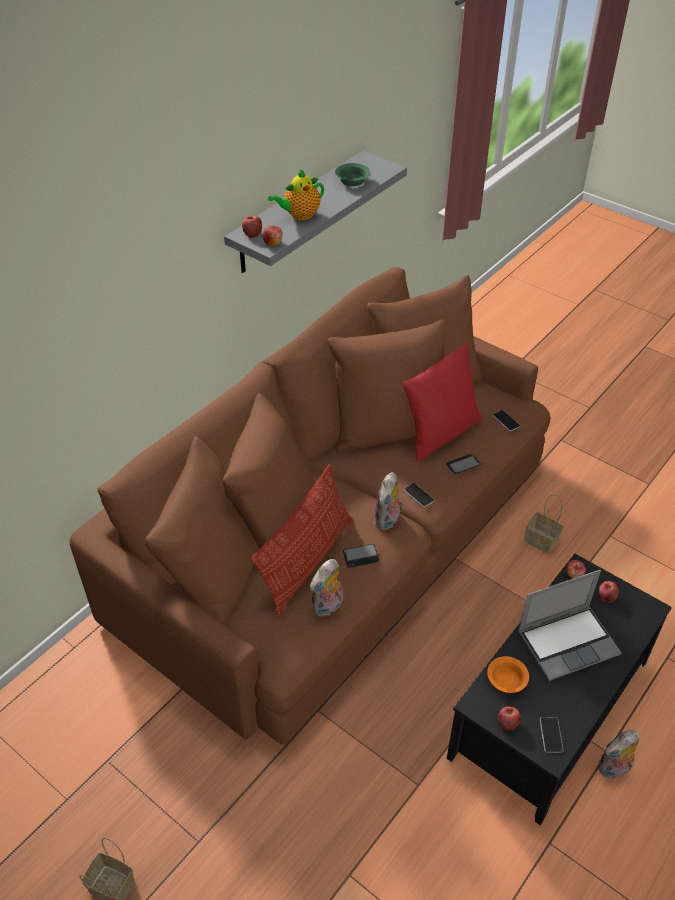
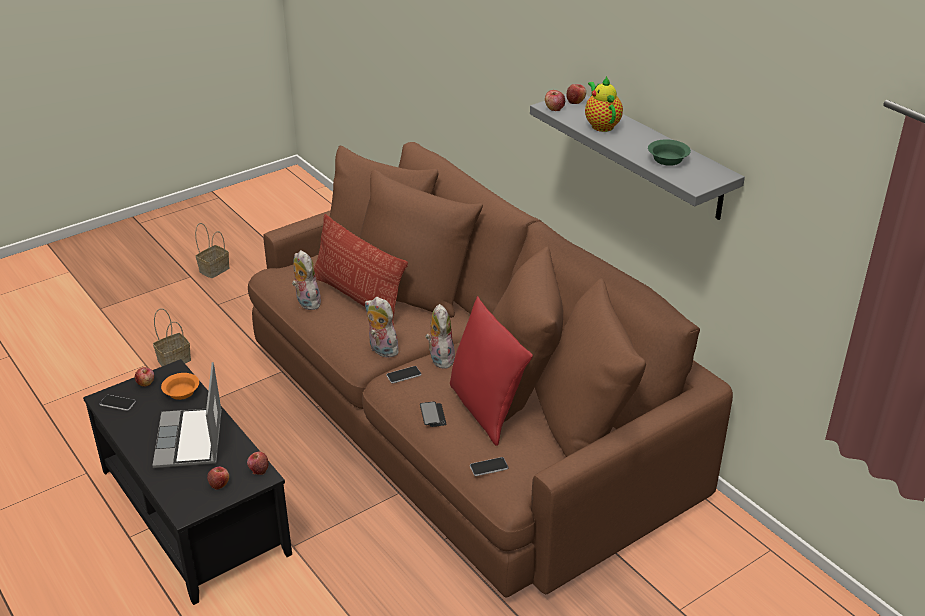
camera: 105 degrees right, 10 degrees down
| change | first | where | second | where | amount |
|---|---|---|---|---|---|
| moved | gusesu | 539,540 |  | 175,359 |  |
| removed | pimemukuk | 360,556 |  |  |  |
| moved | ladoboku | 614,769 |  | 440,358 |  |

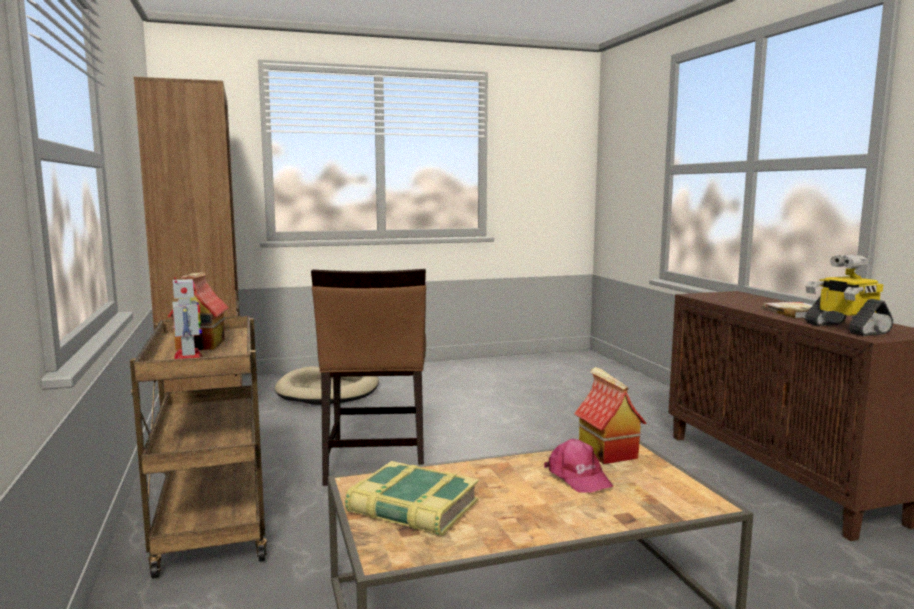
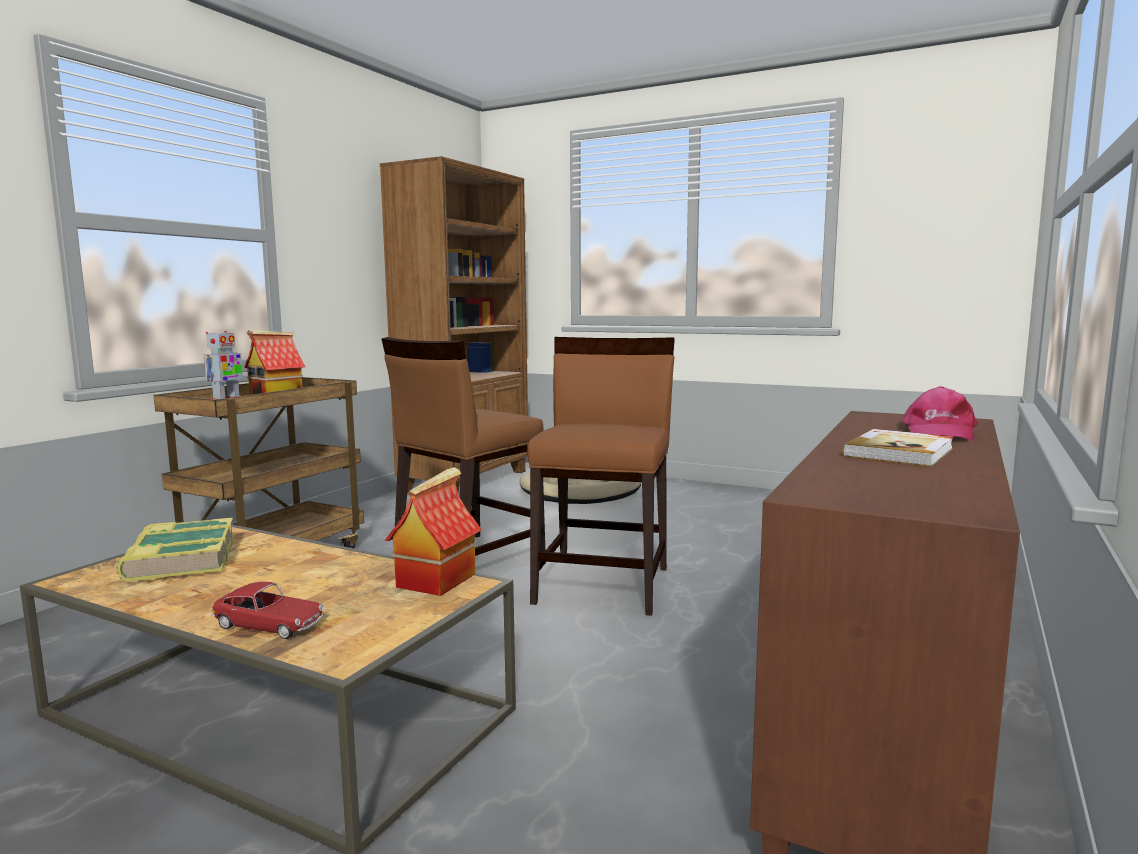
camera: 45 degrees right, 0 degrees up
| change | first | where | second | where | amount |
|---|---|---|---|---|---|
| removed | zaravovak | 845,328 |  |  |  |
| moved | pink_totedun | 578,477 |  | 938,432 |  |
| added |  |  | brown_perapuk | 604,584 |  |
| added |  |  | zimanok | 269,625 |  |

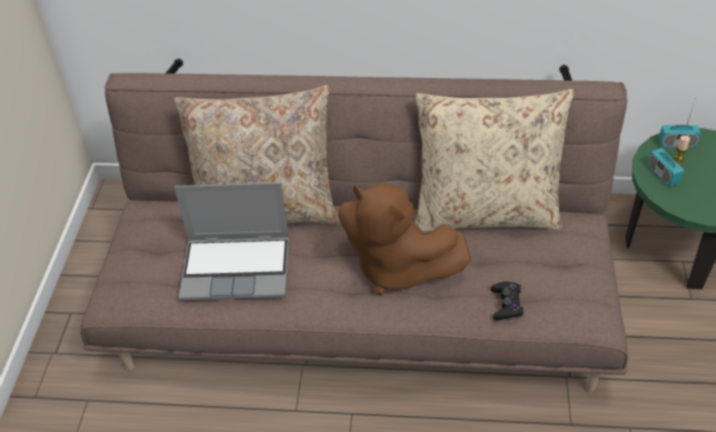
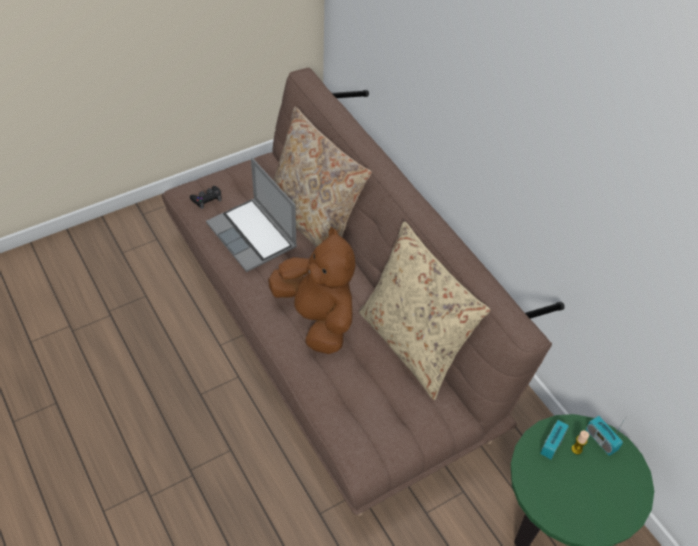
camera: 50 degrees right, 5 degrees up
| change | first | where | second | where | amount |
|---|---|---|---|---|---|
| turned | brown_ladoboku | 396,268 |  | 317,318 | 150 degrees clockwise |
| moved | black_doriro | 507,304 |  | 207,199 |  |

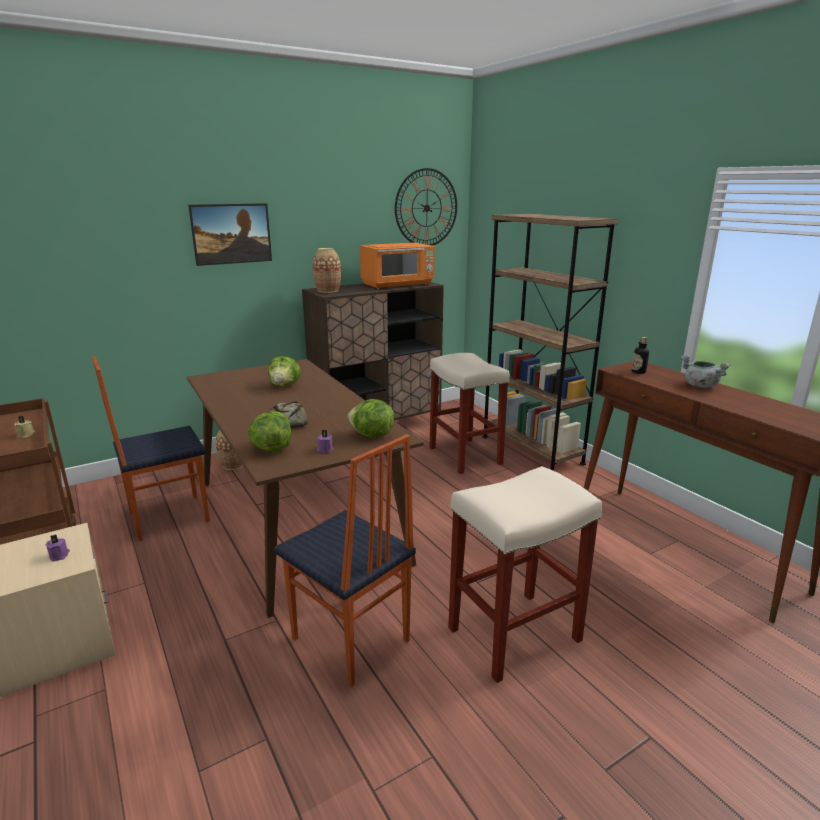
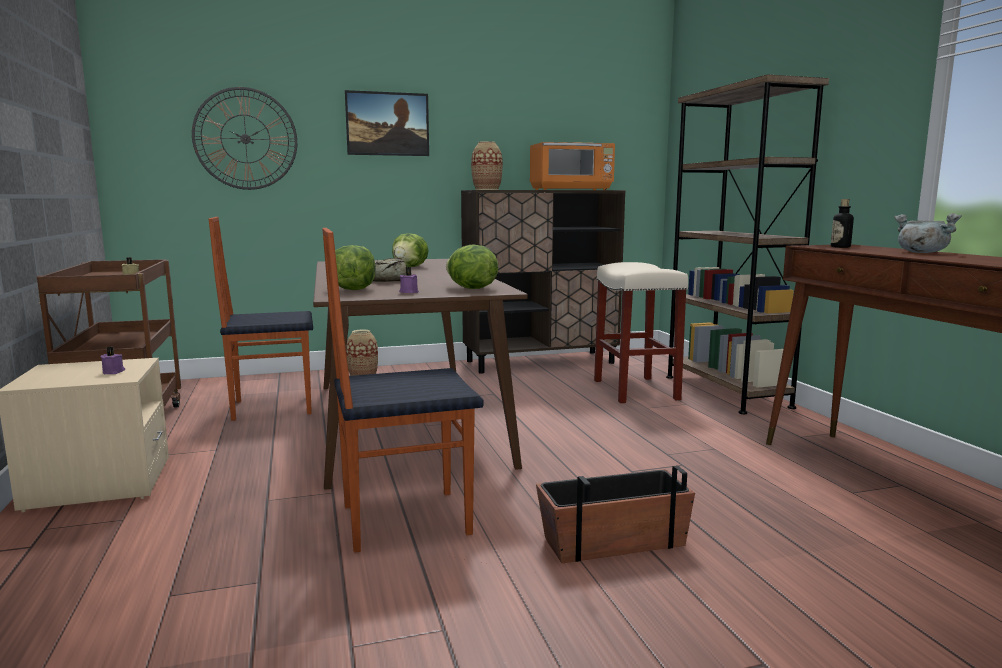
camera: 15 degrees right, 10 degrees down
| change | first | where | second | where | amount |
|---|---|---|---|---|---|
| moved | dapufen | 426,208 |  | 245,139 |  |
| turned | perapuk | 350,641 |  | 404,519 | 105 degrees clockwise |
| replaced | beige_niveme | 513,635 | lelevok | 613,541 |  |

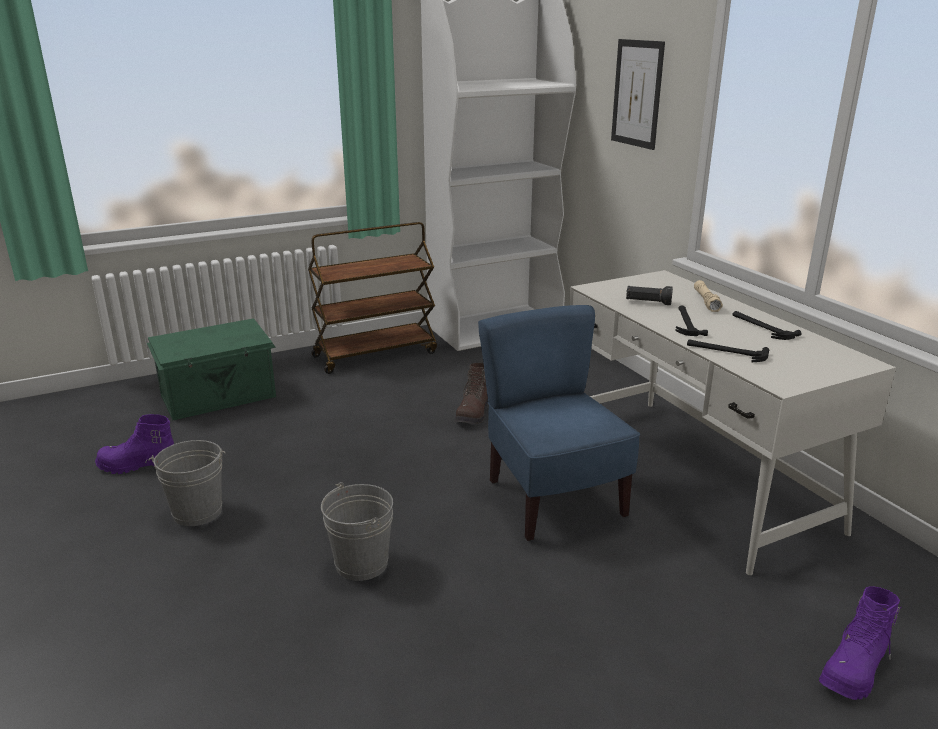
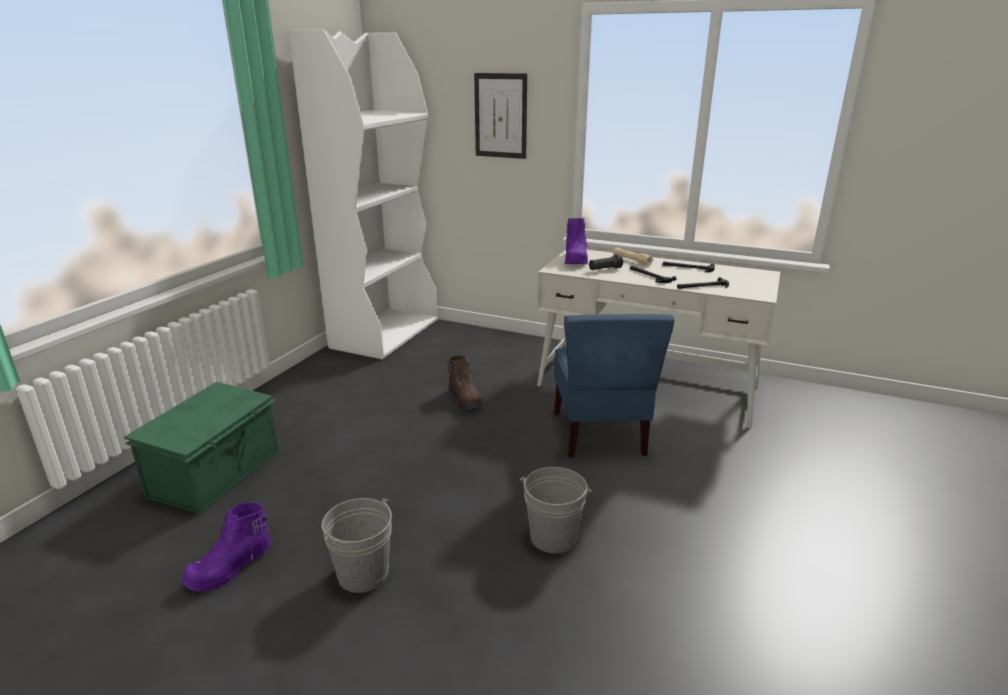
camera: 40 degrees left, 0 degrees up
| change | first | where | second | where | amount |
|---|---|---|---|---|---|
| removed | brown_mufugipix | 375,354 |  |  |  |
| turned | blue_perapuk | 553,499 |  | 600,434 | 120 degrees counterclockwise |
| moved | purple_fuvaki | 855,669 |  | 575,259 |  |

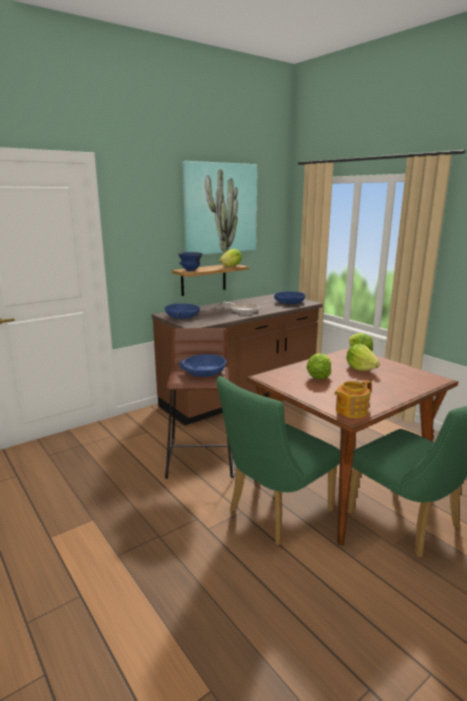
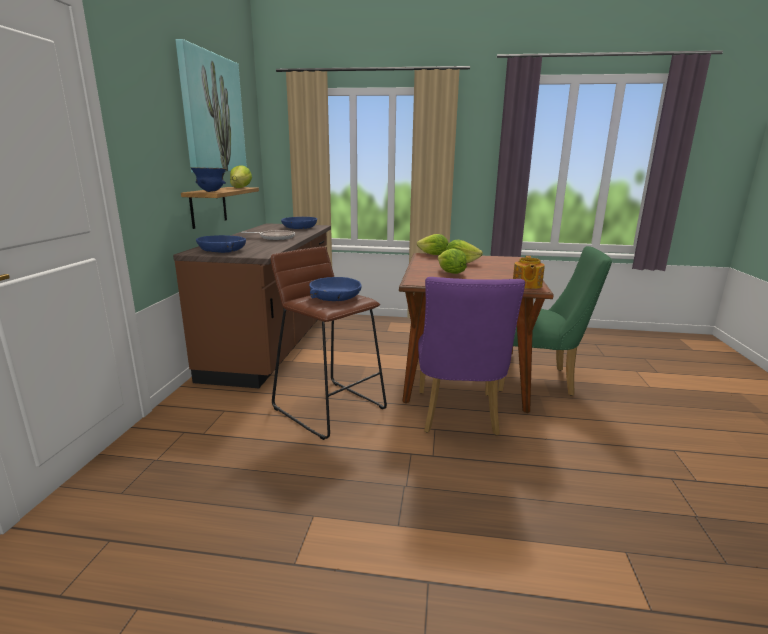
camera: 45 degrees left, 0 degrees up
| change | first | where | second | where | amount |
|---|---|---|---|---|---|
| recoloured | green_perapuk | 274,513 | purple_perapuk | 458,416 |  |

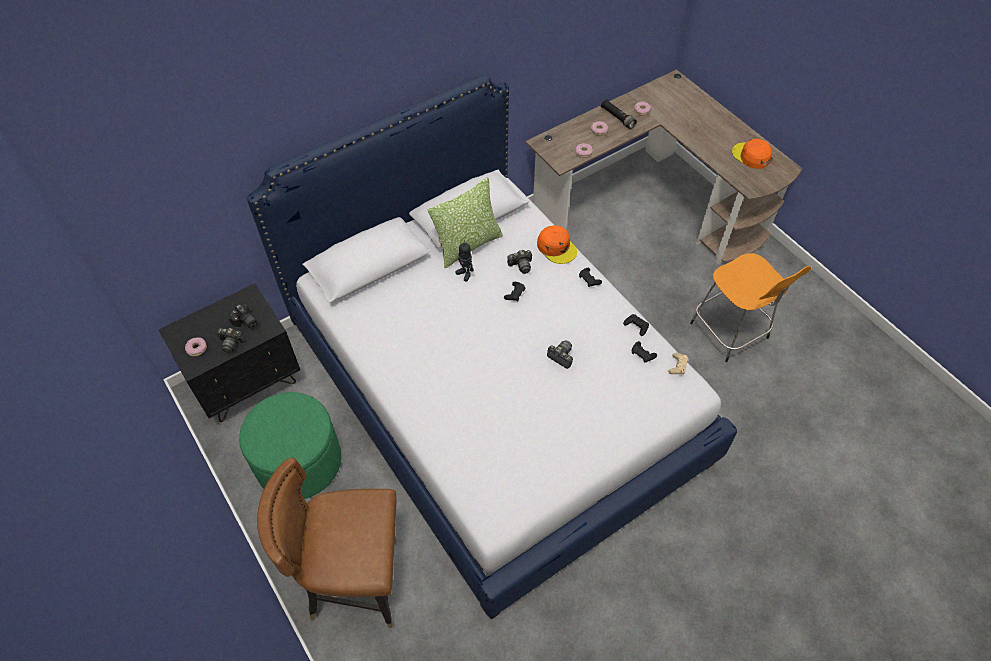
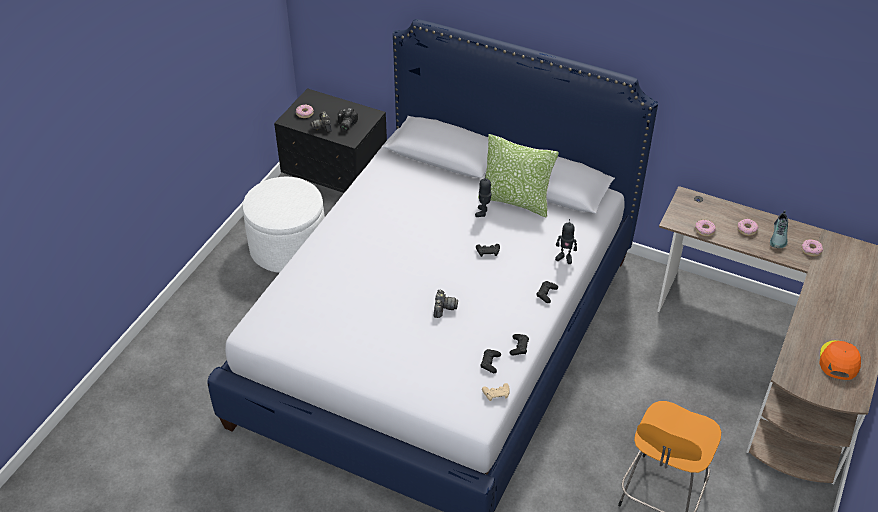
camera: 60 degrees right, 10 degrees down
| change | first | where | second | where | amount |
|---|---|---|---|---|---|
| replaced | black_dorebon | 617,118 | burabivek | 779,236 |  |
| replaced | orange_totedun | 557,247 | zaravovak | 565,257 |  |
| removed | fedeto | 521,265 |  |  |  |
| recoloured | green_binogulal | 299,462 | white_binogulal | 288,247 |  |
| removed | brown_perapuk | 357,583 |  |  |  |

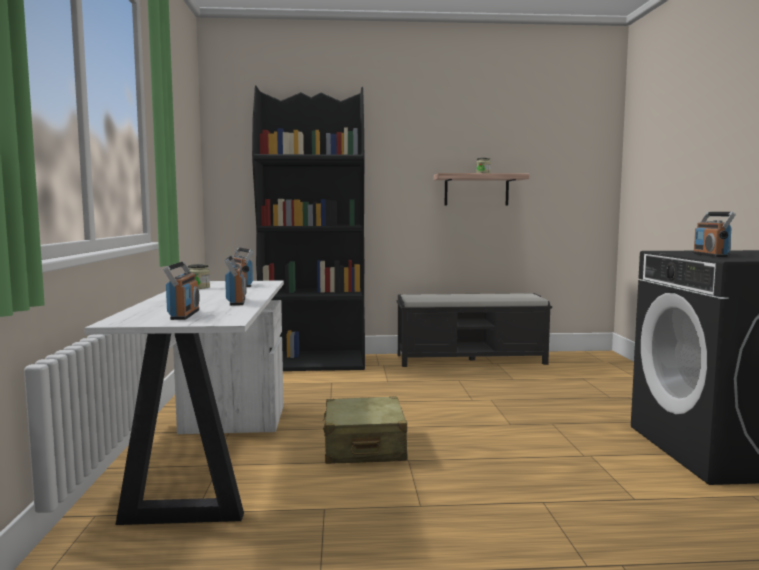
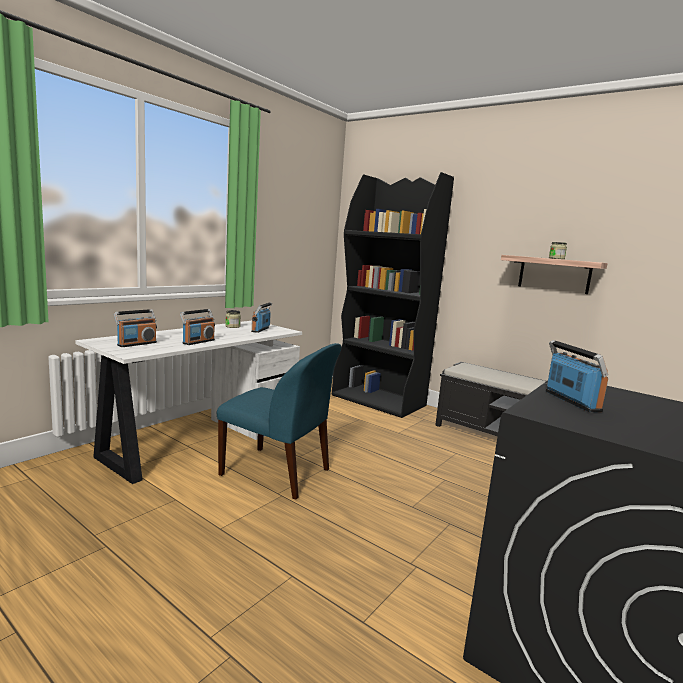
camera: 40 degrees right, 5 degrees up
| change | first | where | second | where | amount |
|---|---|---|---|---|---|
| turned | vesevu | 710,255 |  | 571,401 | 120 degrees clockwise |
| replaced | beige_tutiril | 364,447 | blue_perapuk | 277,473 |  |

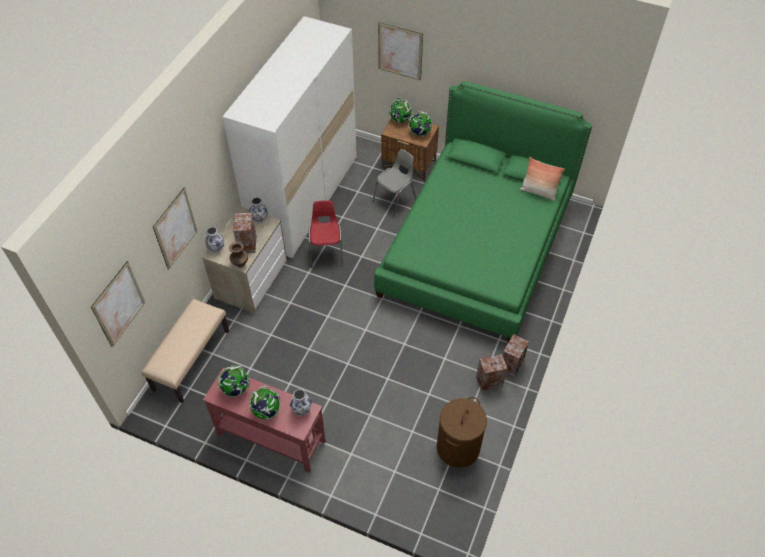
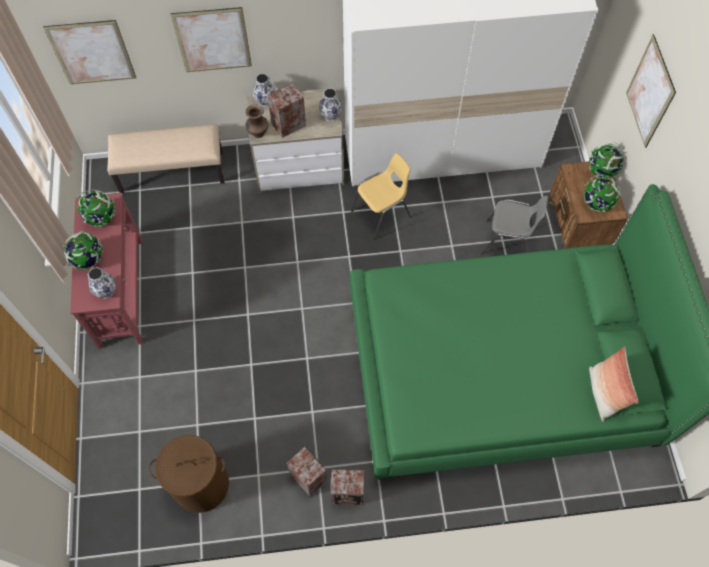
camera: 60 degrees right, 10 degrees up
| change | first | where | second | where | amount |
|---|---|---|---|---|---|
| recoloured | red_perapuk | 326,252 | yellow_perapuk | 382,214 |  |

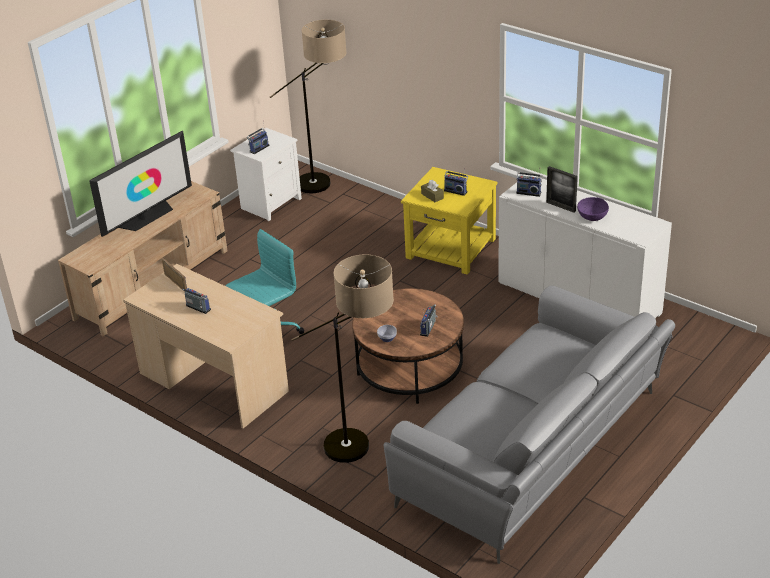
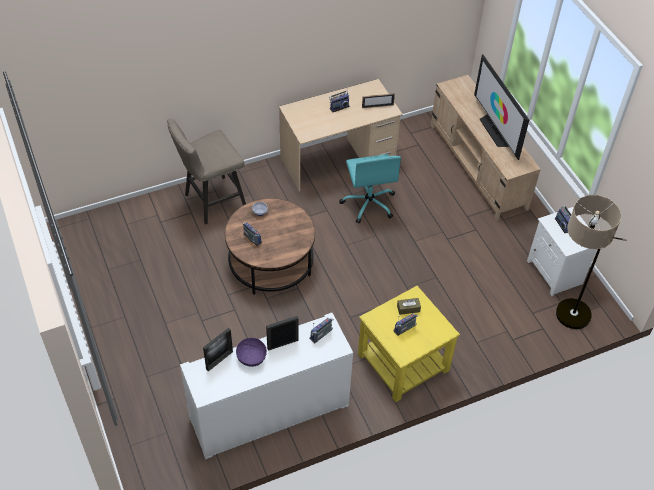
camera: 115 degrees right, 15 degrees up
| change | first | where | second | where | amount |
|---|---|---|---|---|---|
| replaced | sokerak | 362,452 | beige_niveme | 211,202 |  |
| removed | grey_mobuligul | 533,451 |  |  |  |
| added |  |  | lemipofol | 219,360 |  |

